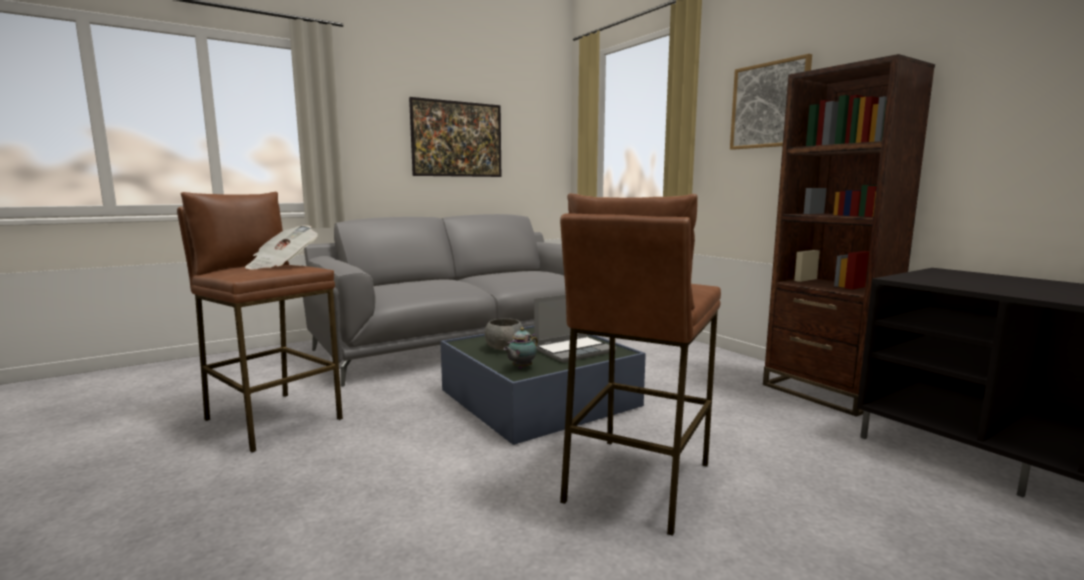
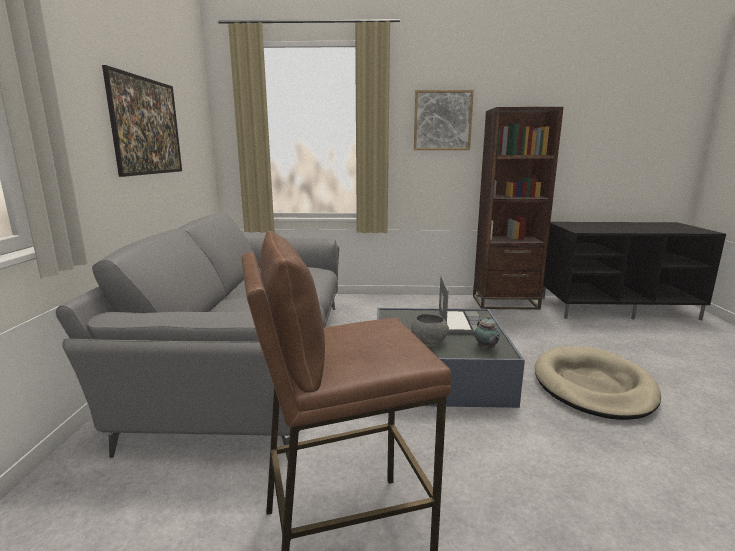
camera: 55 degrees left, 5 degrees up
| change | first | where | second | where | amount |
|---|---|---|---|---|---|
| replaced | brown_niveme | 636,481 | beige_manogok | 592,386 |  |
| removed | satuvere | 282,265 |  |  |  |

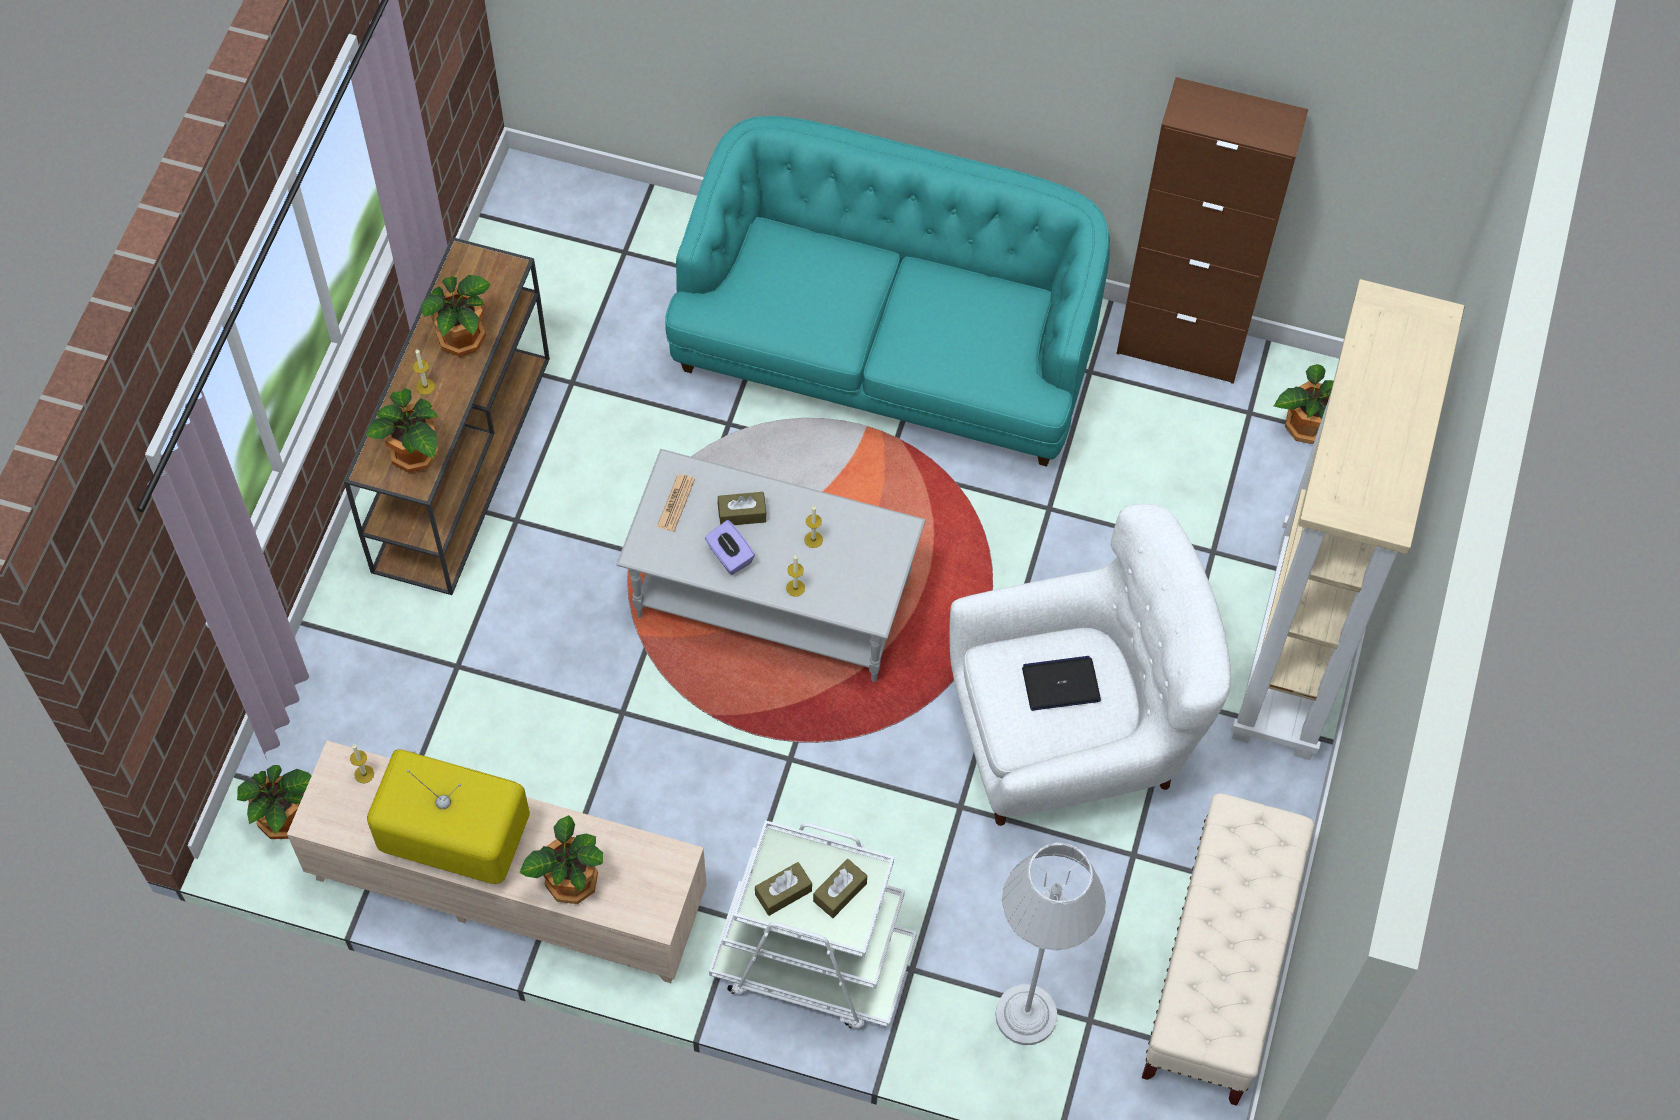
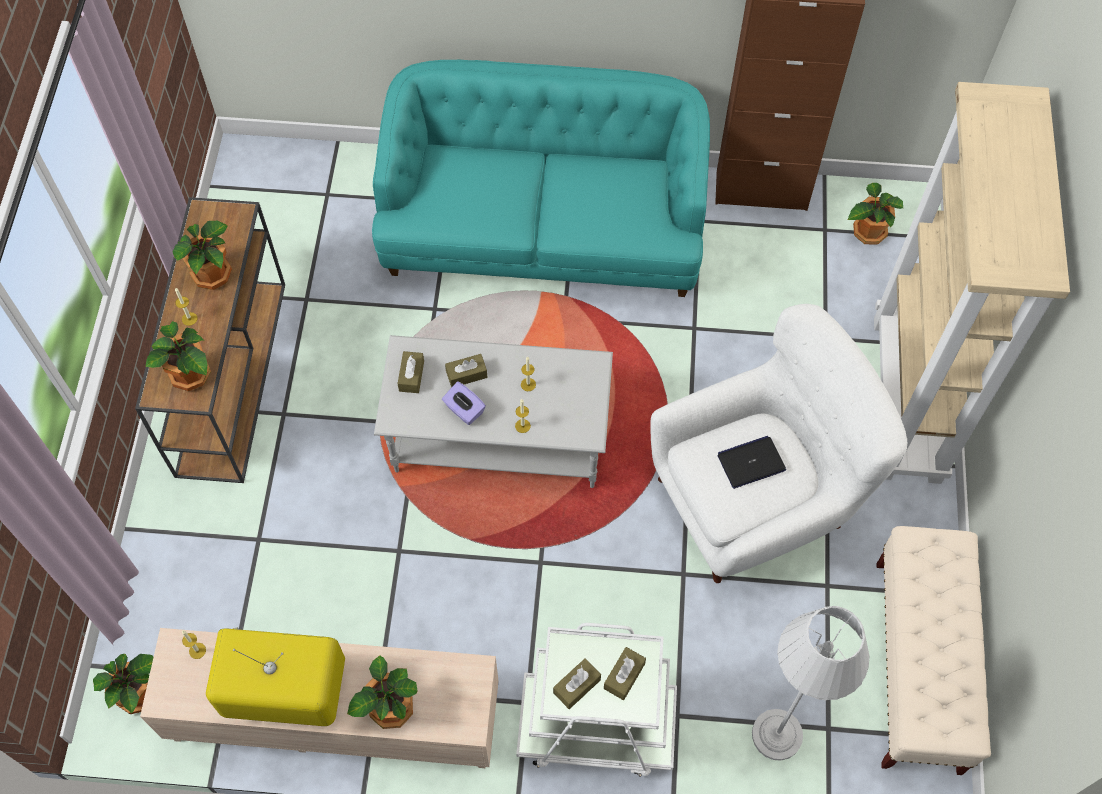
camera: 10 degrees left, 0 degrees up
| change | first | where | second | where | amount |
|---|---|---|---|---|---|
| replaced | satuvere | 675,503 | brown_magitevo | 411,376 |  |

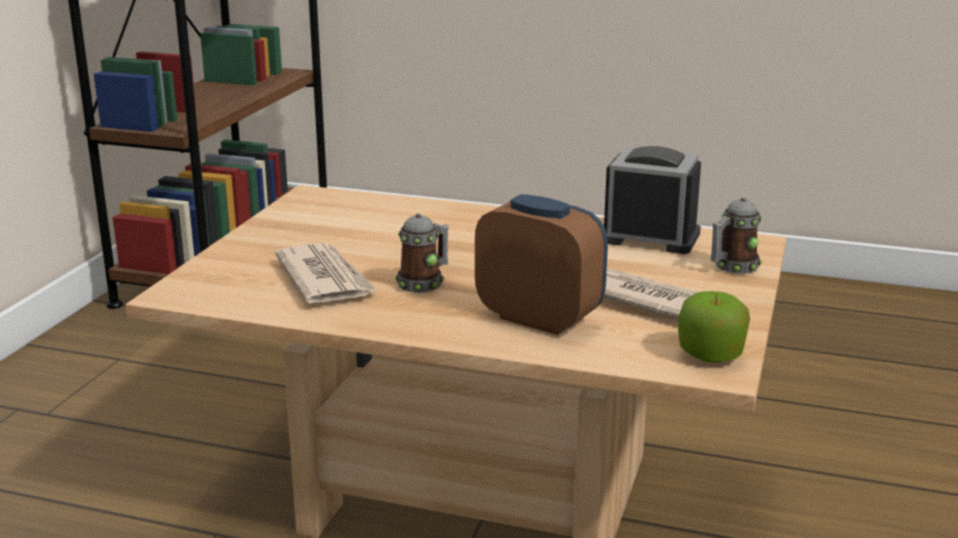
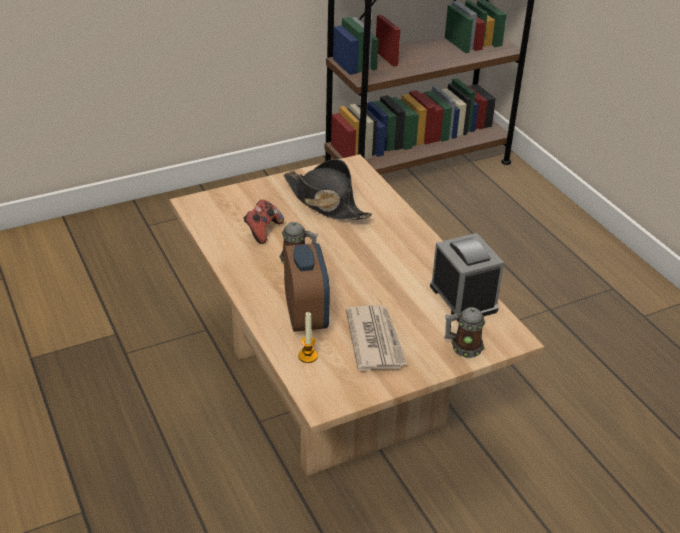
camera: 45 degrees right, 15 degrees up
| change | first | where | second | where | amount |
|---|---|---|---|---|---|
| replaced | satuvere | 325,279 | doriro | 262,231 |  |
| removed | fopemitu | 711,355 |  |  |  |
| added |  |  | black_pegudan | 325,202 |  |
| added |  |  | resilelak | 308,356 |  |

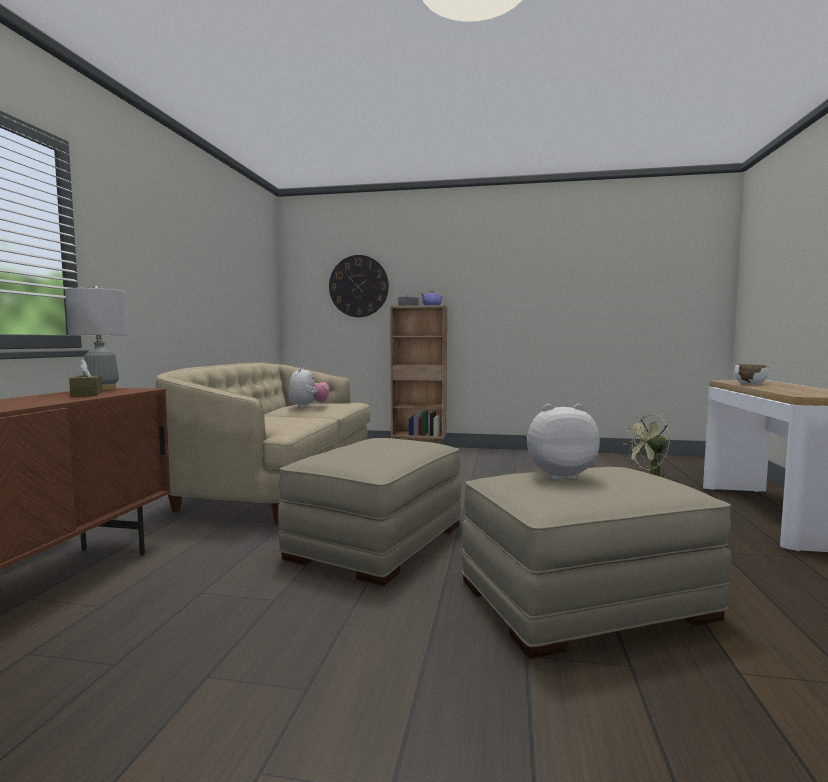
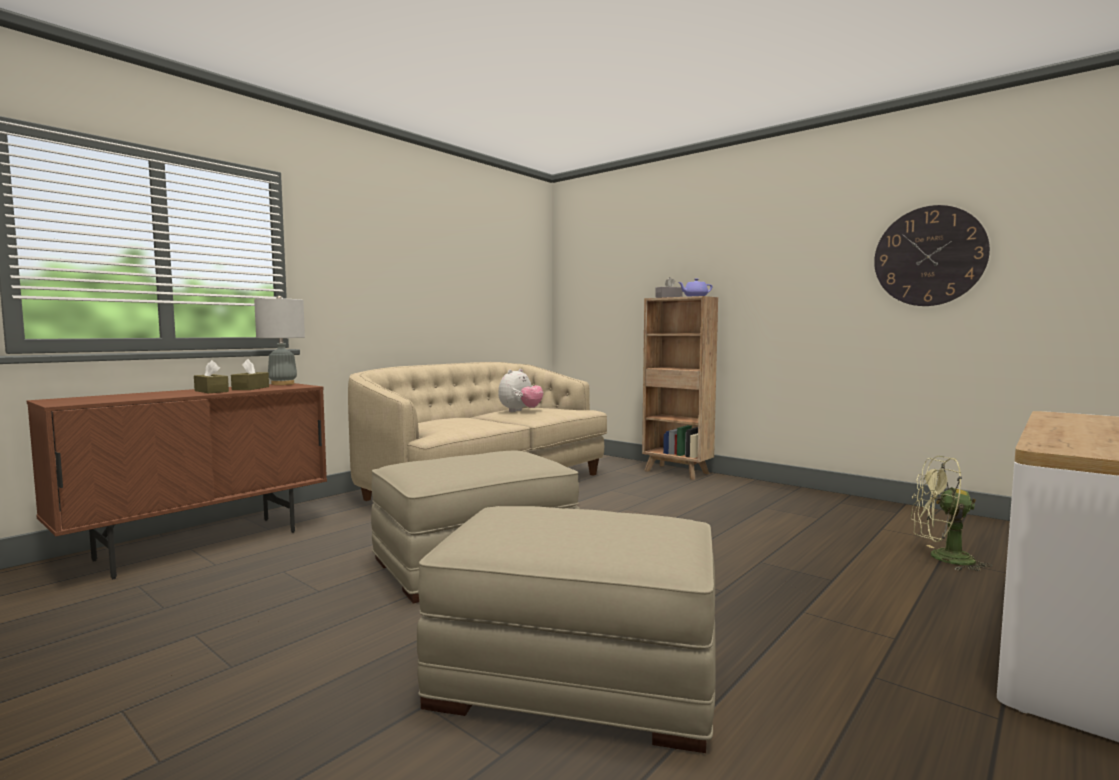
camera: 30 degrees right, 0 degrees up
| change | first | where | second | where | amount |
|---|---|---|---|---|---|
| moved | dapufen | 358,286 |  | 929,256 |  |
| removed | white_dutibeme | 750,384 |  |  |  |
| removed | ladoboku | 558,475 |  |  |  |
| added |  |  | brown_magitevo | 211,391 |  |

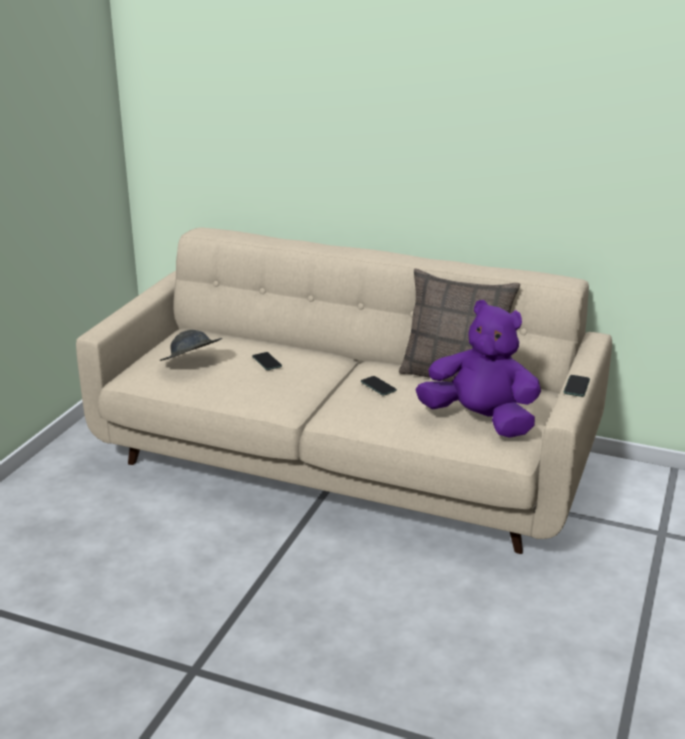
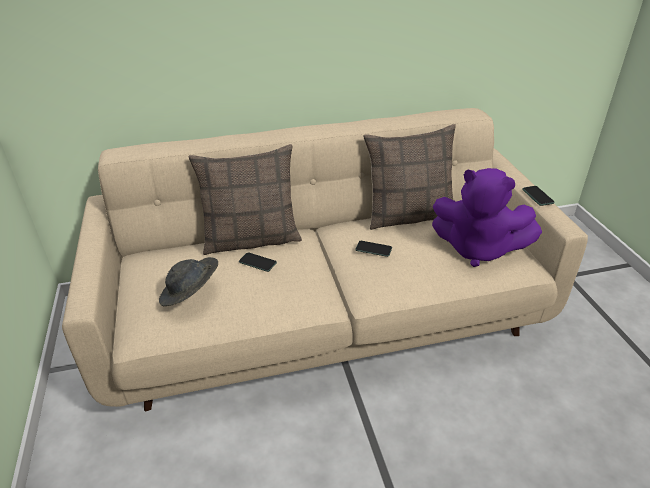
camera: 35 degrees left, 10 degrees up
| change | first | where | second | where | amount |
|---|---|---|---|---|---|
| turned | purple_ladoboku | 480,421 |  | 477,249 | 150 degrees counterclockwise |
| added |  |  | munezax | 251,239 |  |

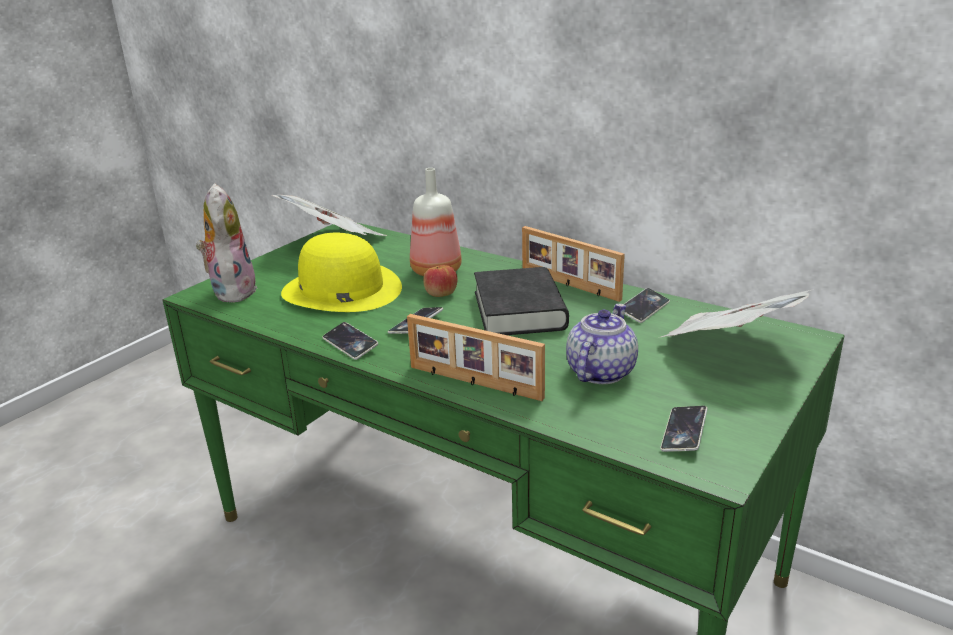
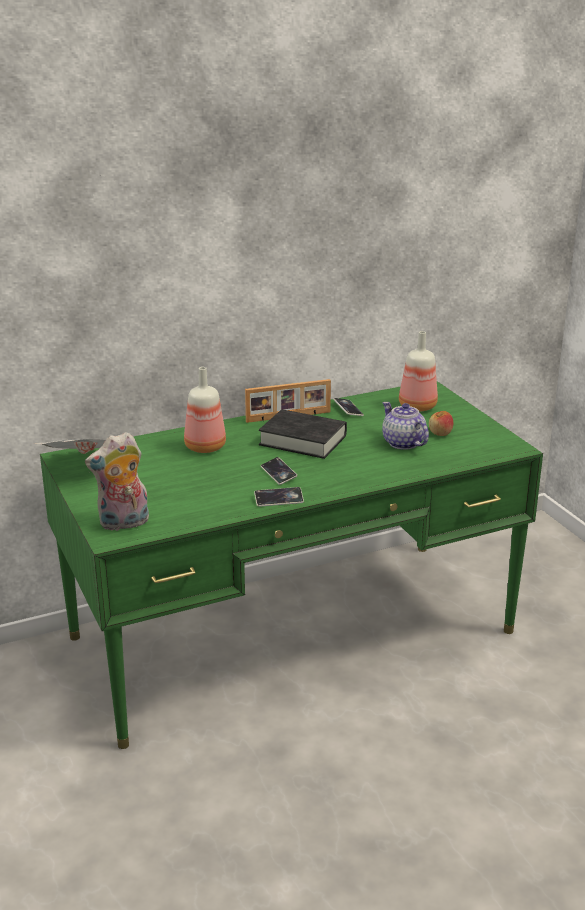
camera: 60 degrees left, 0 degrees up
| change | first | where | second | where | amount |
|---|---|---|---|---|---|
| turned | ladoboku | 231,291 |  | 123,524 | 45 degrees counterclockwise |
| removed | yellow_pegudan | 341,290 |  |  |  |
| moved | fopemitu | 440,294 |  | 440,433 |  |
| replaced | satuvere | 729,347 | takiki | 416,407 |  |
| removed | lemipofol | 474,383 |  |  |  |
| removed | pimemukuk | 683,433 |  |  |  |

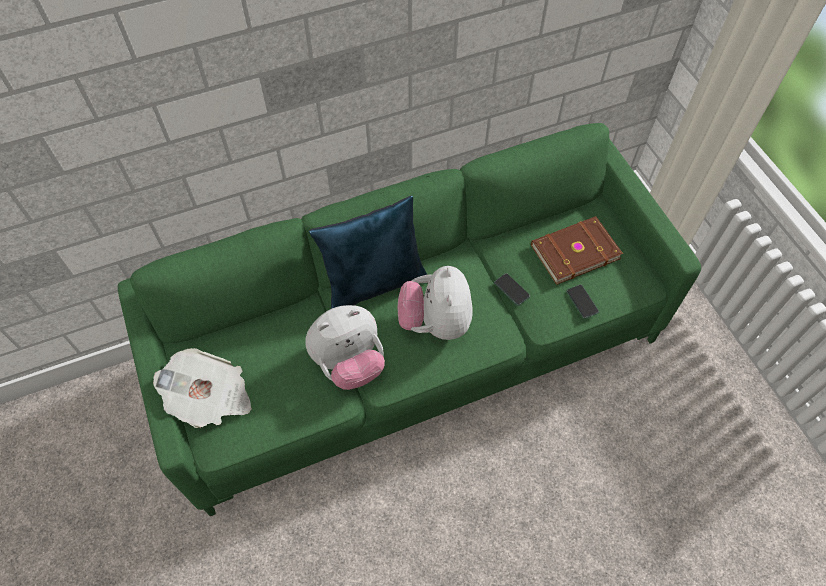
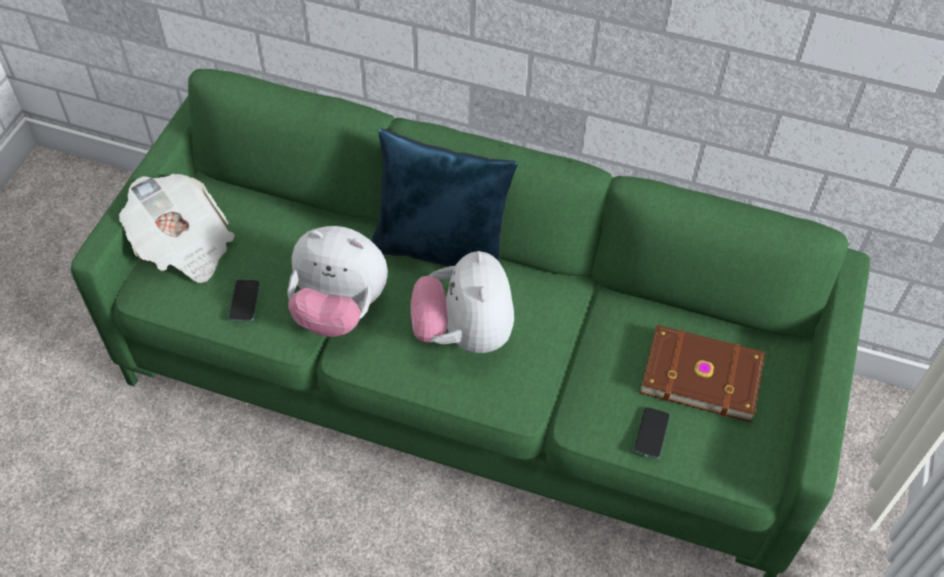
camera: 40 degrees right, 5 degrees down
| change | first | where | second | where | amount |
|---|---|---|---|---|---|
| turned | ladoboku | 435,322 |  | 464,333 | 45 degrees counterclockwise |
| moved | pimemukuk | 511,289 |  | 244,301 |  |

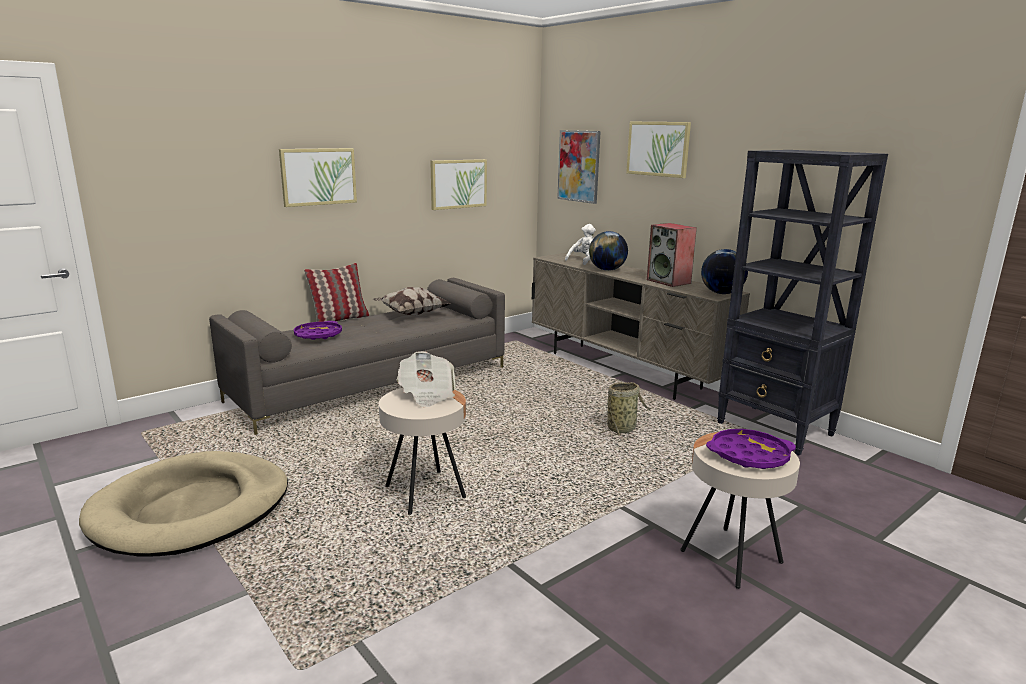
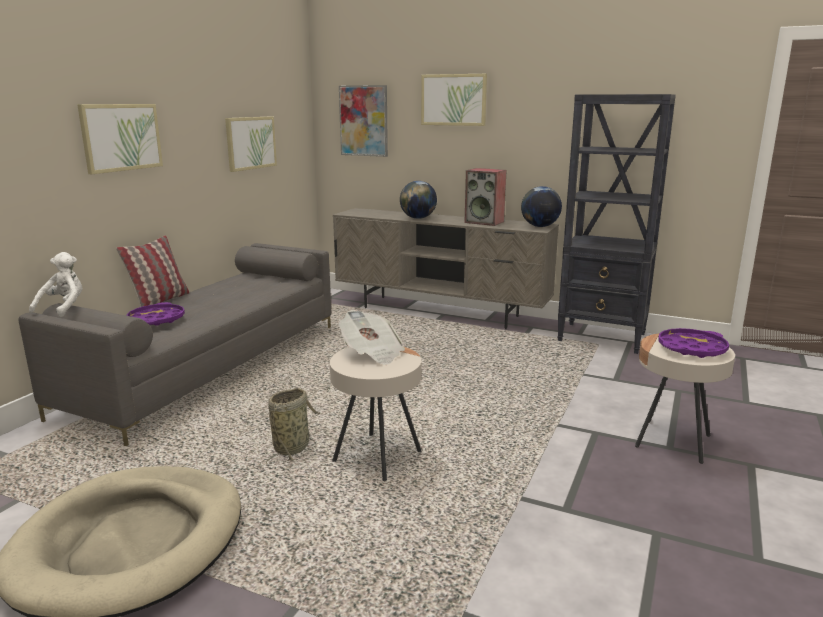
camera: 25 degrees left, 0 degrees up
| change | first | where | second | where | amount |
|---|---|---|---|---|---|
| moved | white_ladoboku | 583,261 |  | 64,308 |  |
| removed | munezax | 411,314 |  |  |  |
| moved | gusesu | 622,428 |  | 293,447 |  |

